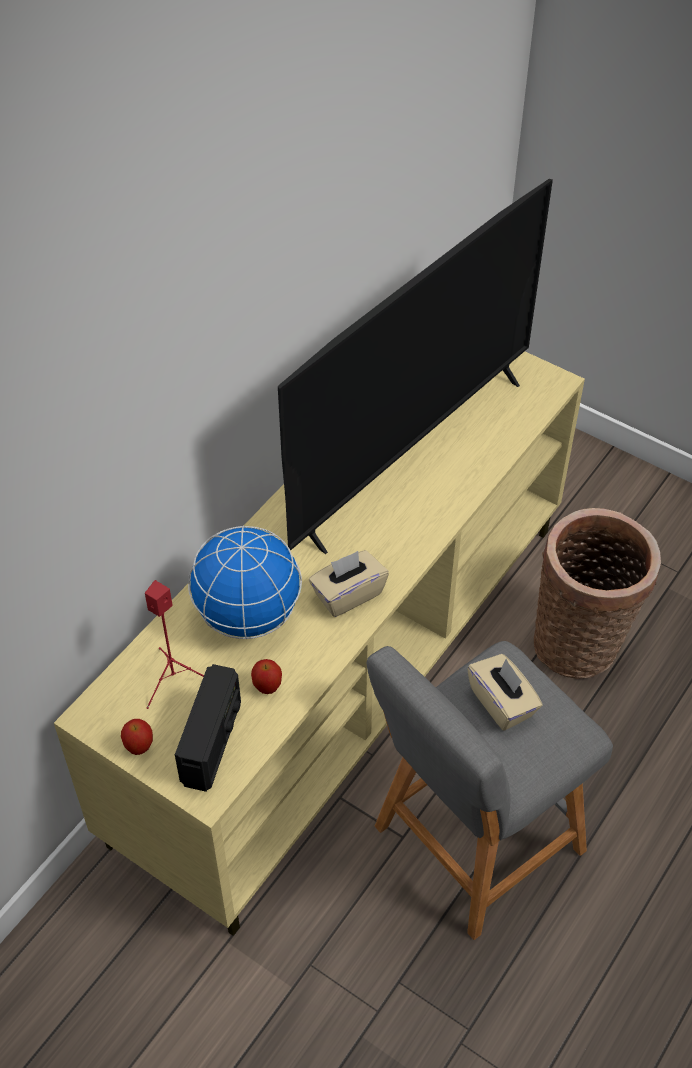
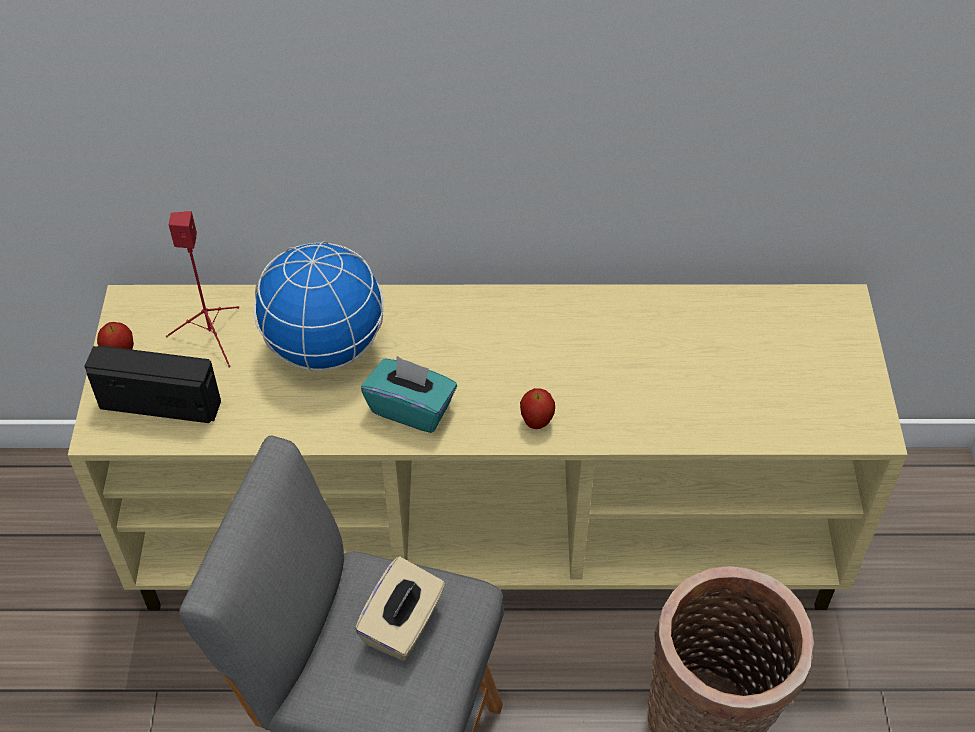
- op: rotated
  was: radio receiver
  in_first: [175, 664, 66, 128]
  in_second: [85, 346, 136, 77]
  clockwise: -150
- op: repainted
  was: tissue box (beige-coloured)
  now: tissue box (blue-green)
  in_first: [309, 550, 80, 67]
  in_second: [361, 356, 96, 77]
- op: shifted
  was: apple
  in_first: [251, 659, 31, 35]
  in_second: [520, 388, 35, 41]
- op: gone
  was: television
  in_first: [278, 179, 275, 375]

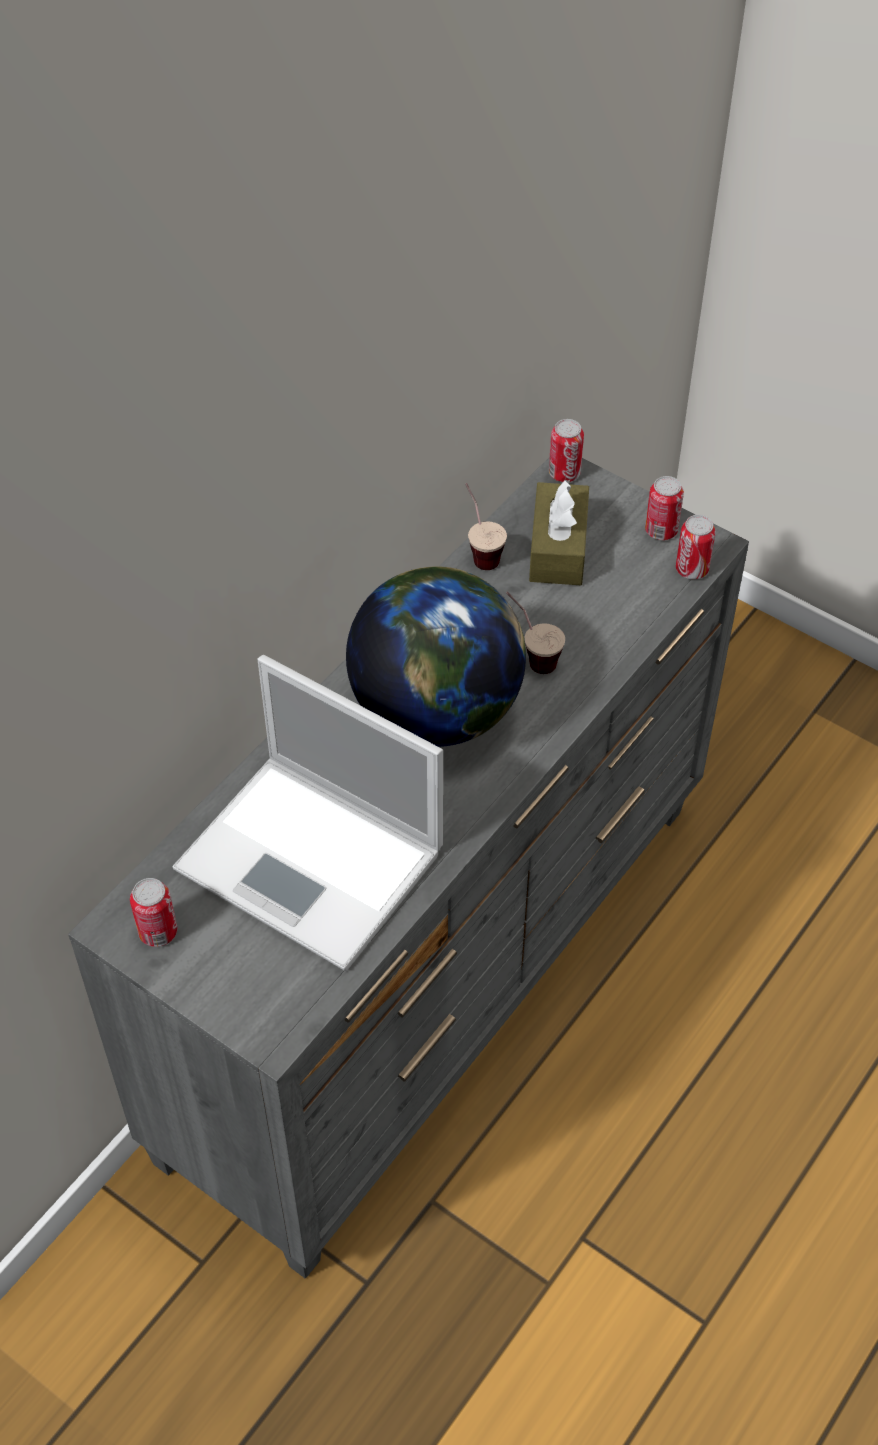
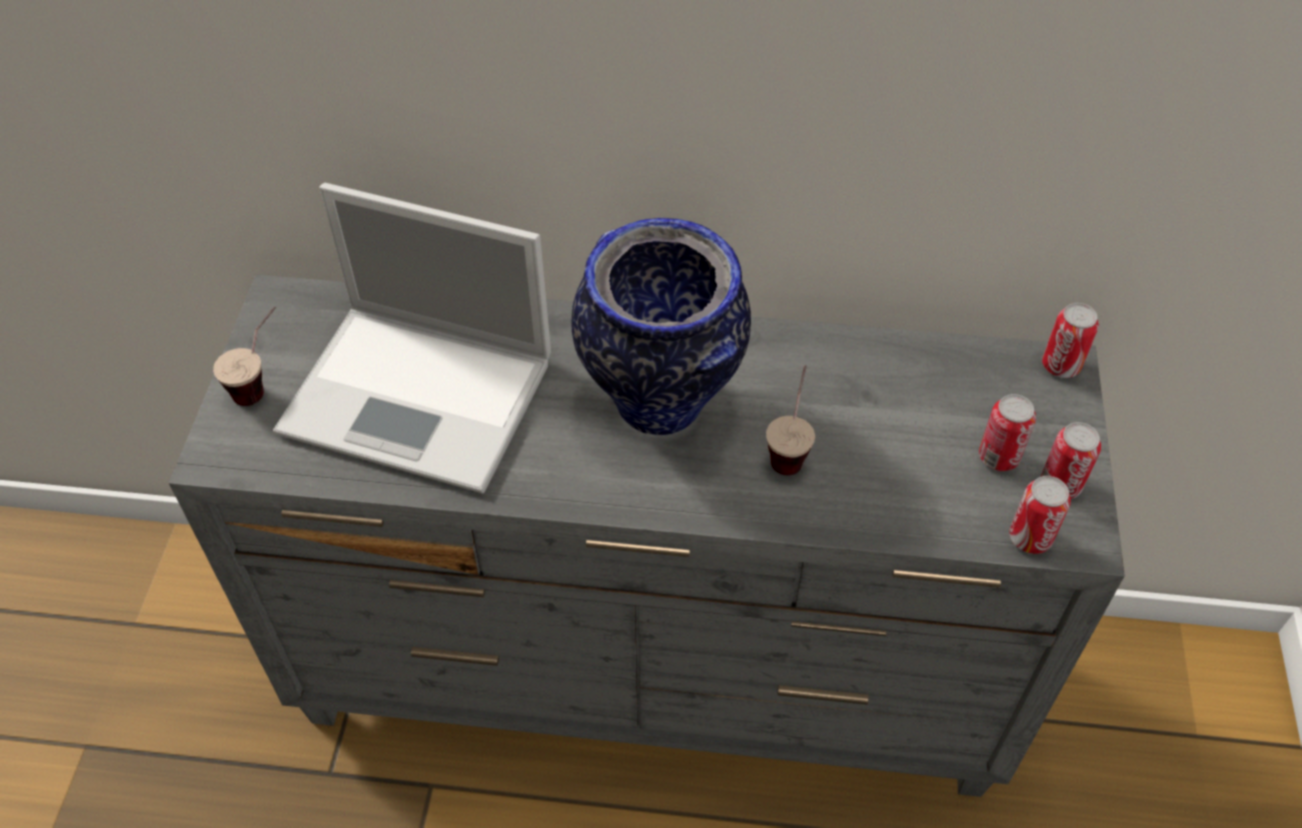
- op: shifted
  was: cup
  in_first: [465, 483, 42, 87]
  in_second: [213, 306, 63, 100]
- op: rotated
  was: laptop
  in_first: [172, 655, 271, 316]
  in_second: [273, 183, 278, 310]
  clockwise: -75
- op: swapped
  was: world globe
  now: decorative vase
  in_first: [346, 566, 180, 181]
  in_second: [571, 218, 180, 217]
- op: shifted
  was: can
  in_first: [130, 878, 47, 69]
  in_second: [979, 394, 57, 77]
- op: gone
  was: tissue box (brownish)
  in_first: [529, 480, 60, 105]

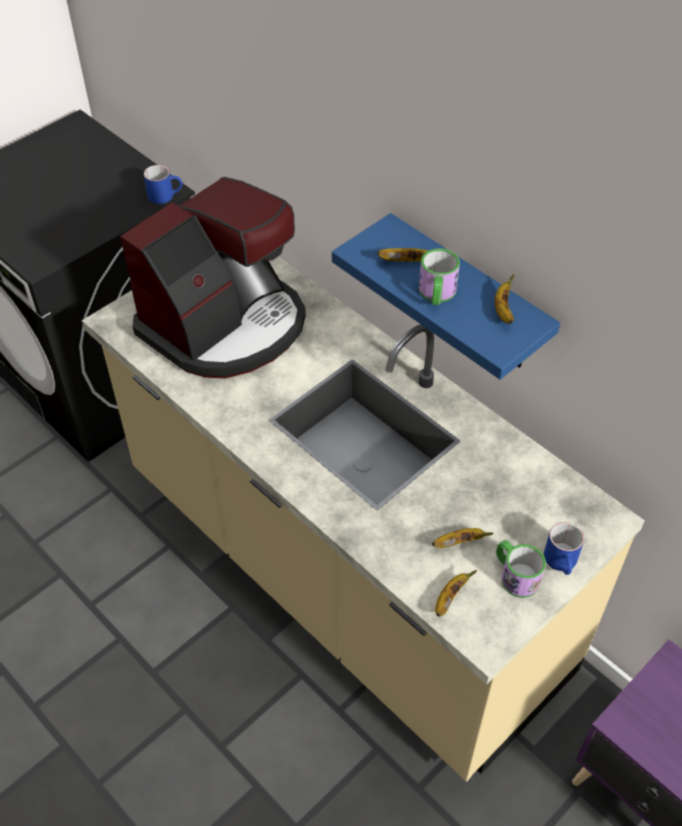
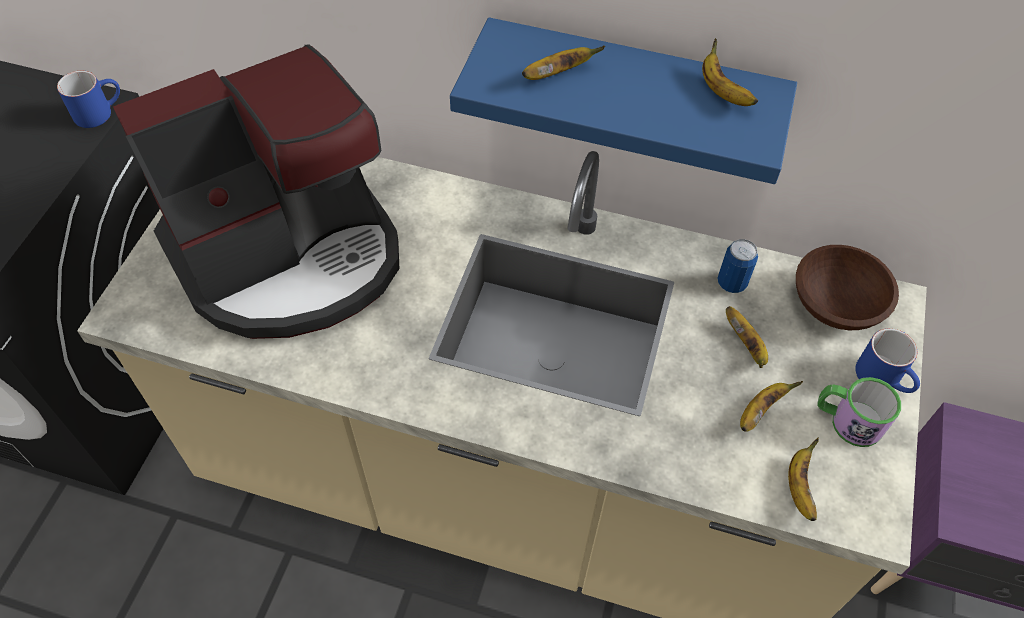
- op: rotated
  was: coffee machine
  in_first: [120, 177, 186, 201]
  in_second: [113, 44, 286, 295]
  clockwise: 45
- op: new
  now: can
  in_second: [717, 239, 41, 54]
- op: new
  now: whole banana
  in_second: [726, 306, 42, 62]
- op: new
  now: serving bowl (brownish)
  in_second: [796, 245, 103, 85]
- op: gone
  was: mug
  in_first: [419, 248, 41, 57]

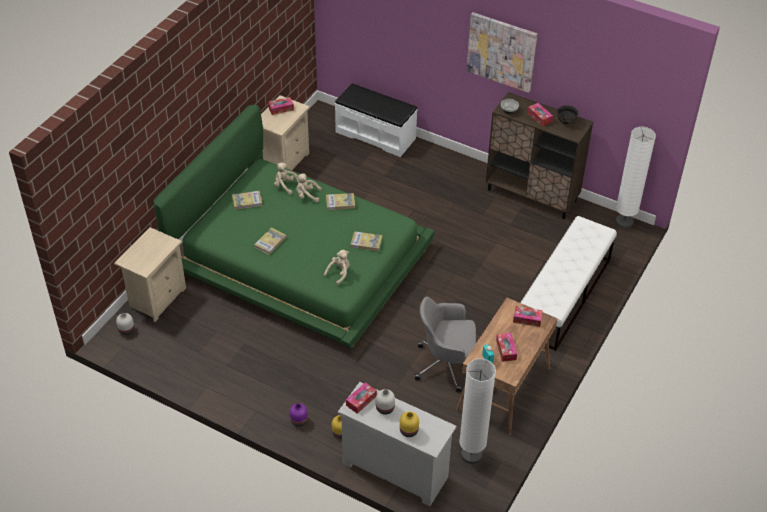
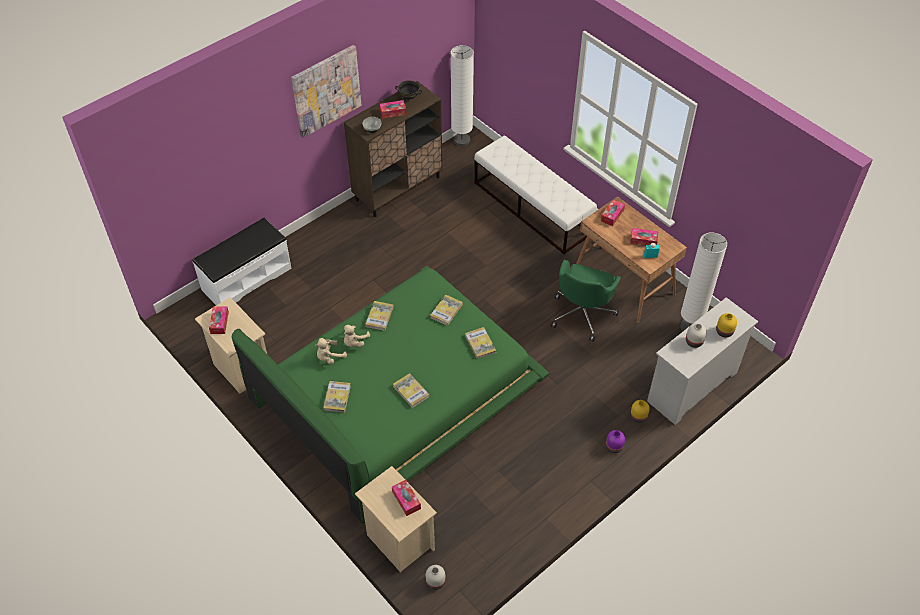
- op: shifted
  was: tissue box
  in_first: [346, 382, 31, 32]
  in_second: [392, 480, 29, 36]
- op: swapped
  was: cuddly toy (beige-coloured)
  now: bound book
  in_first: [324, 250, 26, 35]
  in_second: [465, 327, 31, 32]
- op: repainted
  was: computer chair (gray)
  now: computer chair (green)
  in_first: [415, 297, 61, 96]
  in_second: [551, 260, 70, 82]

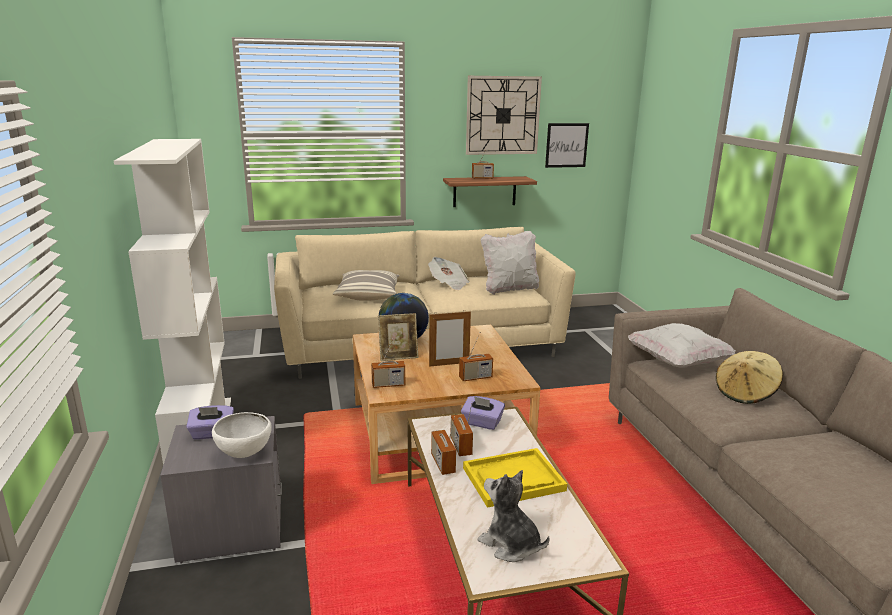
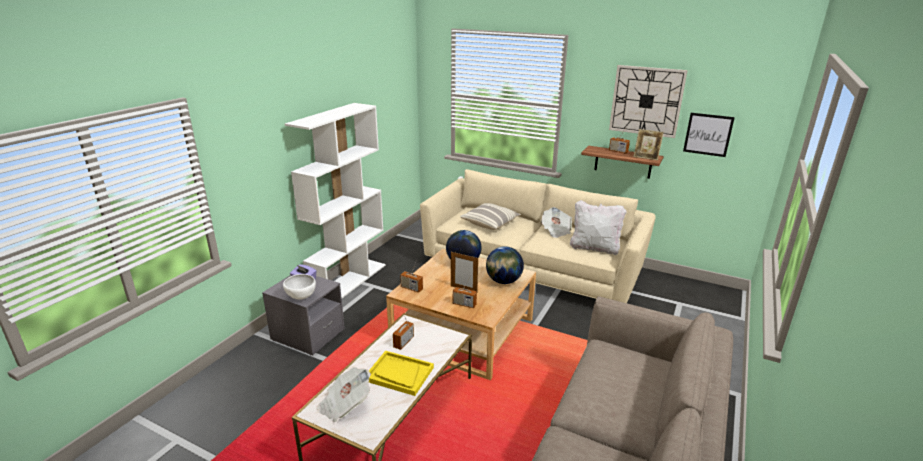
- op: swapped
  was: cuddly toy
  now: daily paper
  in_first: [478, 470, 72, 92]
  in_second: [317, 367, 54, 55]
- op: new
  now: world globe
  in_second: [486, 246, 38, 38]
- op: shifted
  was: picture frame
  in_first: [378, 313, 40, 48]
  in_second: [633, 129, 31, 31]
- op: gone
  was: radio receiver
  in_first: [431, 416, 25, 59]
- op: gone
  was: tissue box (purple)
  in_first: [461, 396, 44, 34]
- op: gone
  was: pillow (white)
  in_first: [628, 323, 107, 45]
- op: gone
  was: wearable hat (beige-coloured)
  in_first: [716, 351, 67, 53]

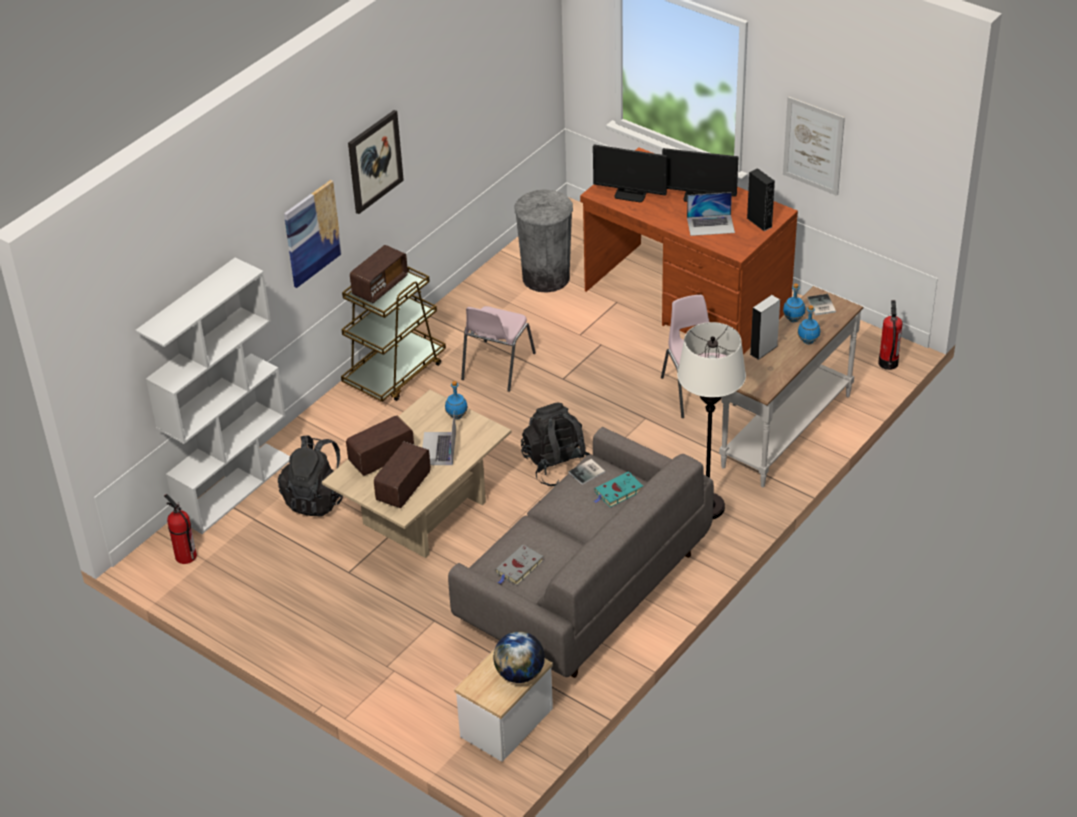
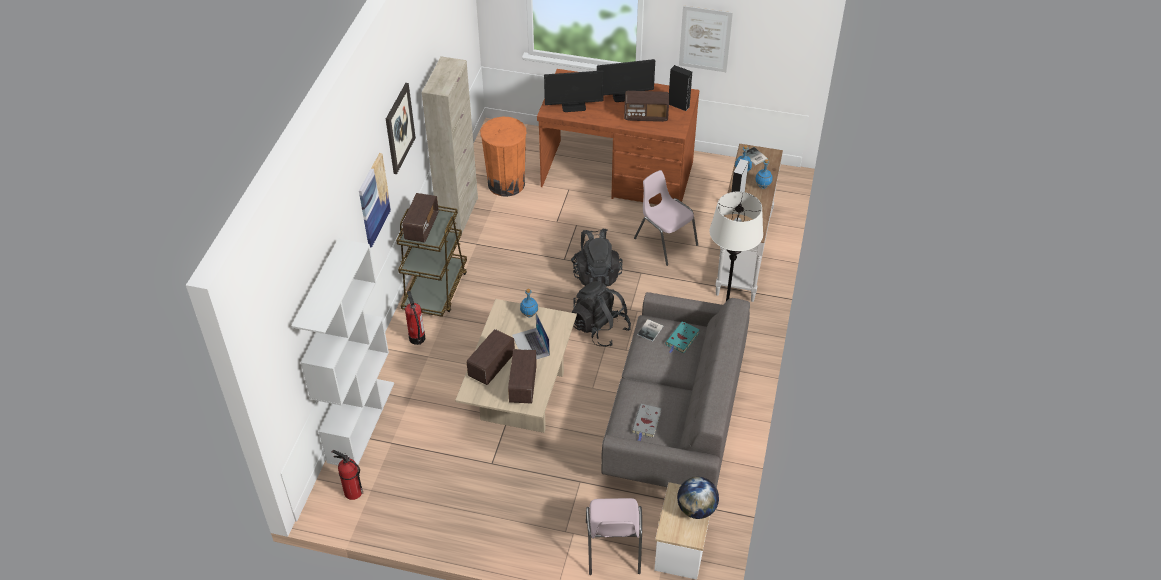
- op: shifted
  was: extinguisher
  in_first: [878, 300, 25, 70]
  in_second: [405, 291, 20, 54]
- op: new
  now: cabinet (beige-coloured)
  in_second: [422, 56, 56, 177]
- op: repainted
  was: trash can (gray)
  now: trash can (orange)
  in_first: [515, 189, 58, 104]
  in_second: [480, 117, 47, 80]
- op: shifted
  was: knapsack (black)
  in_first: [278, 435, 65, 82]
  in_second: [571, 229, 52, 58]
- op: shifted
  was: plain chair (pinkish)
  in_first: [461, 306, 75, 86]
  in_second: [586, 498, 56, 77]
- op: swapped
  was: laptop
  now: radio receiver
  in_first: [687, 192, 48, 44]
  in_second: [624, 91, 45, 31]

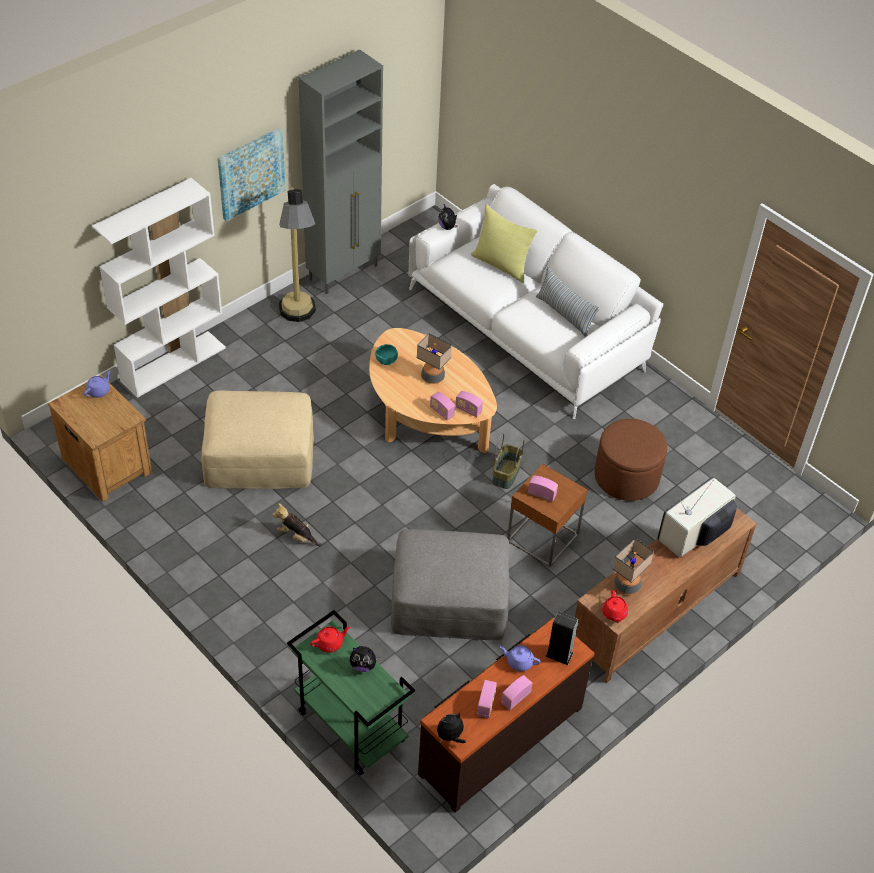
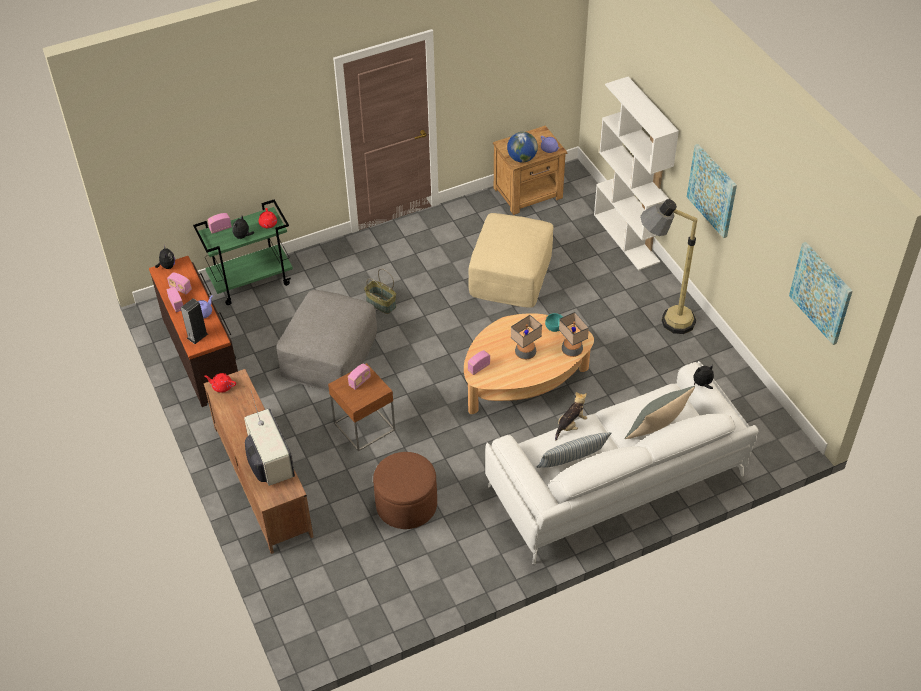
- op: shifted
  was: radio receiver
  in_first: [430, 392, 25, 28]
  in_second: [208, 213, 24, 21]
- op: shifted
  was: basket
  in_first: [492, 433, 32, 56]
  in_second: [364, 269, 32, 45]
- op: new
  now: world globe
  in_second: [507, 132, 31, 31]
- op: shifted
  was: cuddly toy
  in_first: [272, 503, 50, 44]
  in_second: [555, 392, 32, 48]
- op: shifted
  was: lamp for a table
  in_first: [613, 538, 41, 57]
  in_second: [559, 312, 30, 45]
- op: repainted
  was: pillow (yellowish)
  now: pillow (gray)
  in_first: [471, 204, 67, 79]
  in_second: [625, 386, 70, 53]
- op: new
  now: wall art
  in_second: [789, 242, 64, 103]
- op: gone
  was: cabinet (gray)
  in_first: [298, 49, 85, 245]

